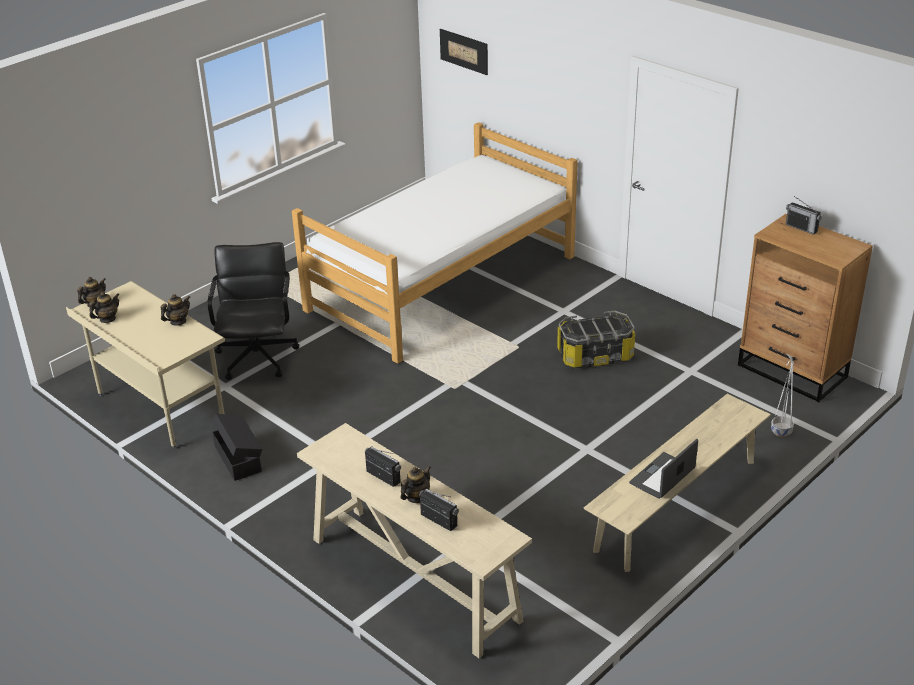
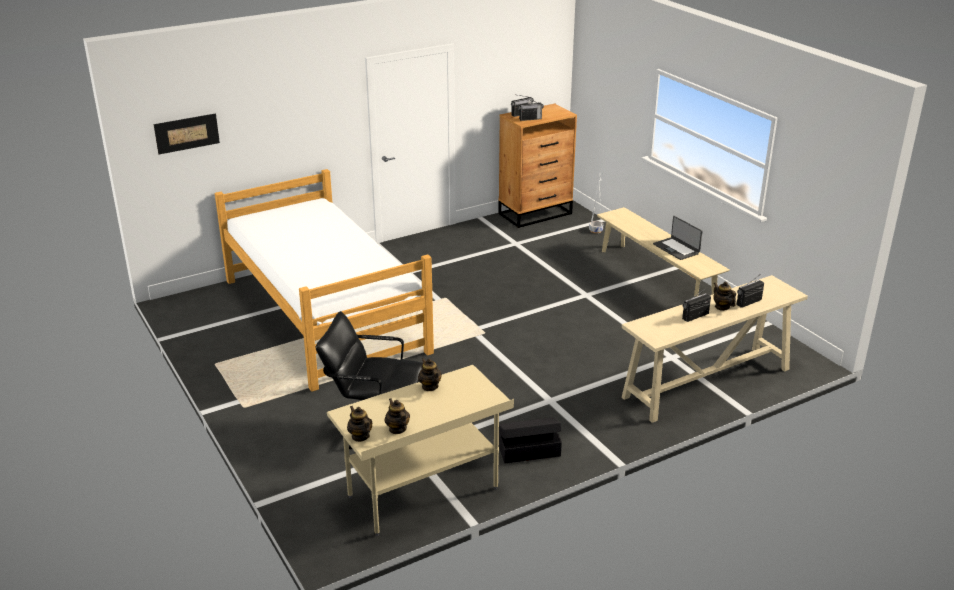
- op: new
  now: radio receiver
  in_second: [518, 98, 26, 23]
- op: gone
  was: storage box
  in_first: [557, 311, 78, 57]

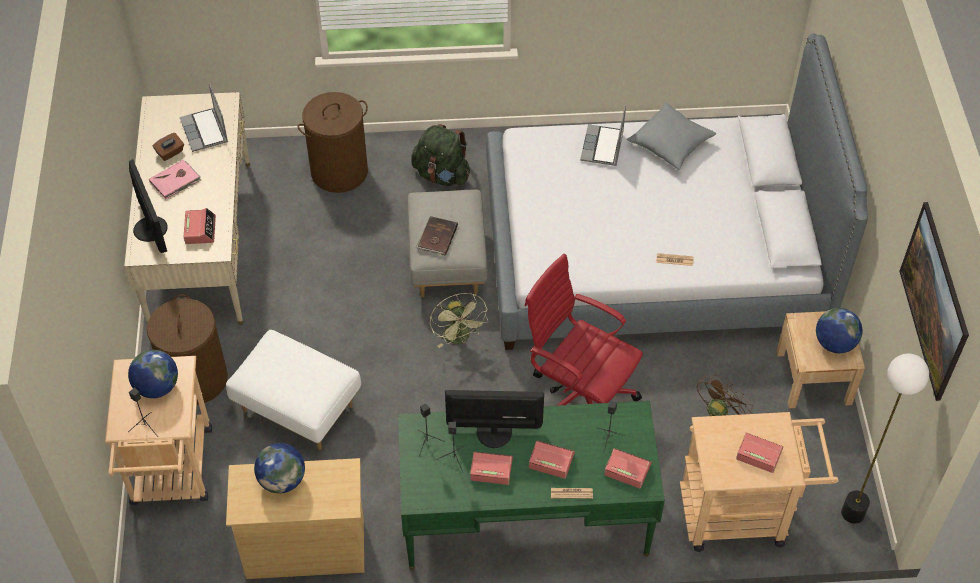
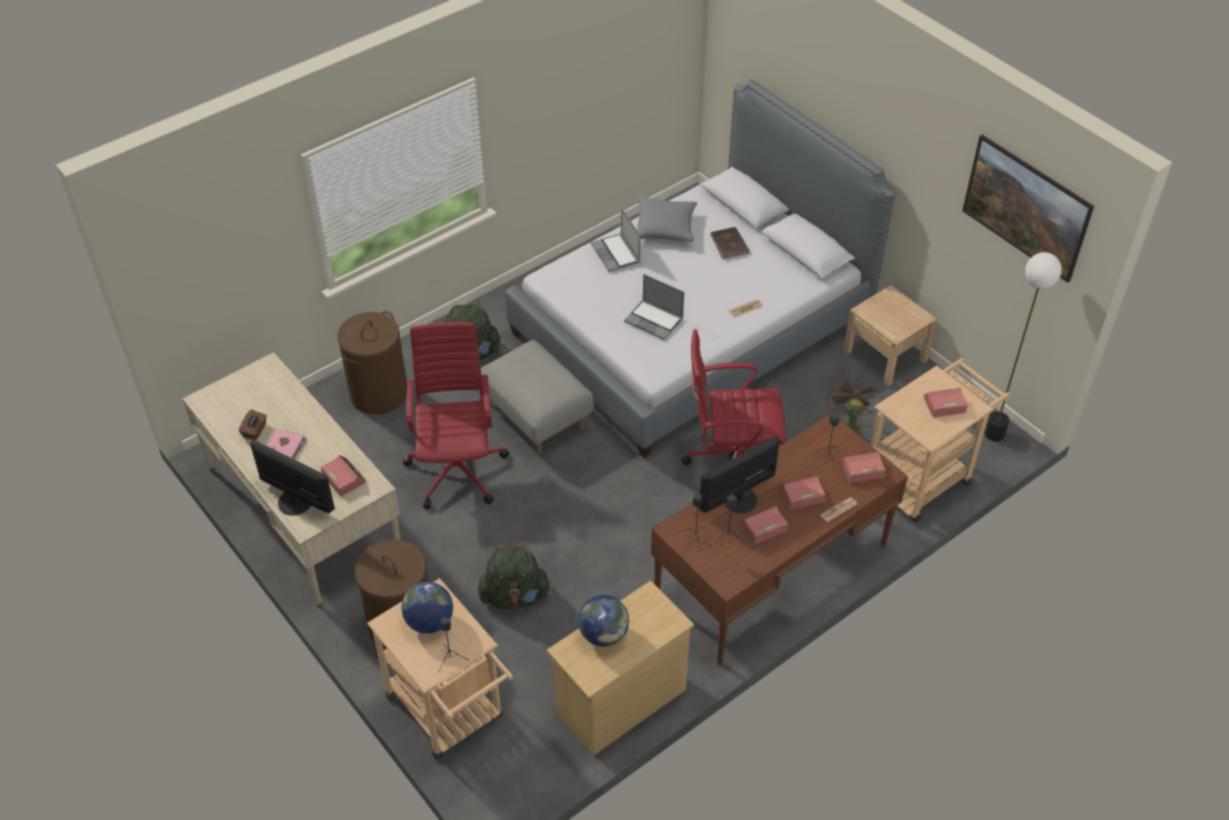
- op: new
  now: computer chair (reddish)
  in_second: [403, 322, 106, 187]
- op: swapped
  was: ottoman (white)
  now: knapsack (green)
  in_first: [226, 330, 135, 120]
  in_second: [478, 542, 73, 67]
- op: shifted
  was: laptop
  in_first: [180, 82, 48, 70]
  in_second: [624, 274, 60, 66]
- op: repainted
  was: desk table (green)
  now: desk table (brownish)
  in_first: [398, 401, 267, 169]
  in_second: [651, 413, 257, 252]
- op: shifted
  was: bound book (brownish)
  in_first: [416, 216, 42, 40]
  in_second: [710, 227, 39, 32]
- op: gone
  was: electric fan (green)
  in_first: [430, 293, 58, 55]
- op: gone
  was: world globe
  in_first: [816, 308, 46, 45]

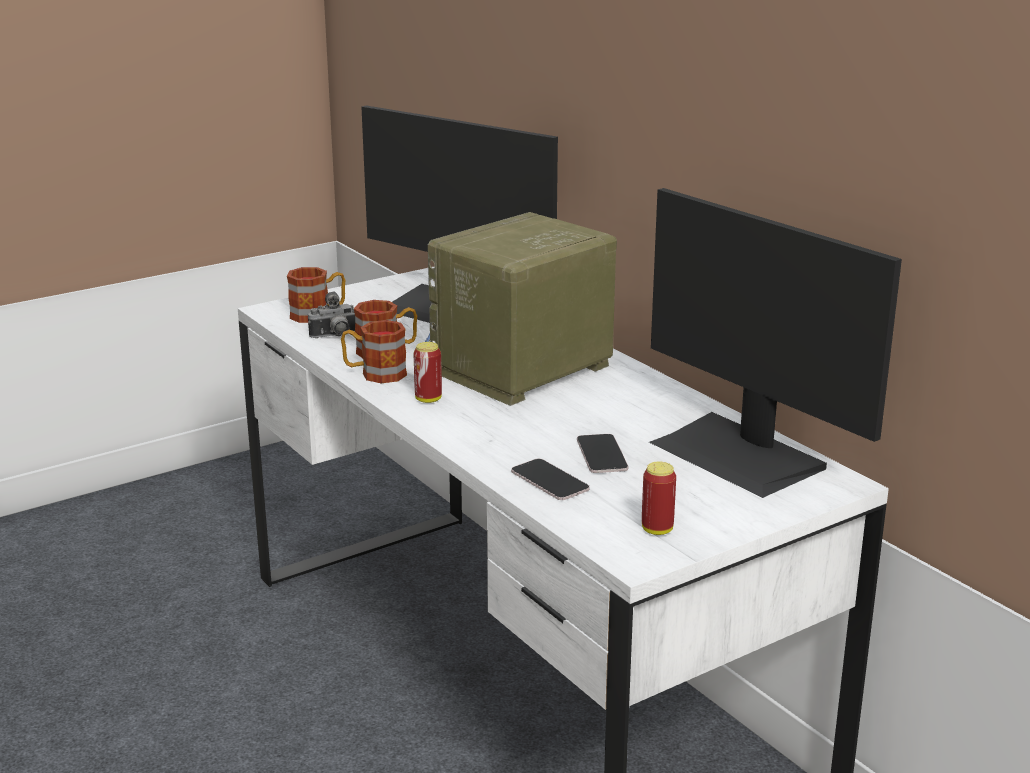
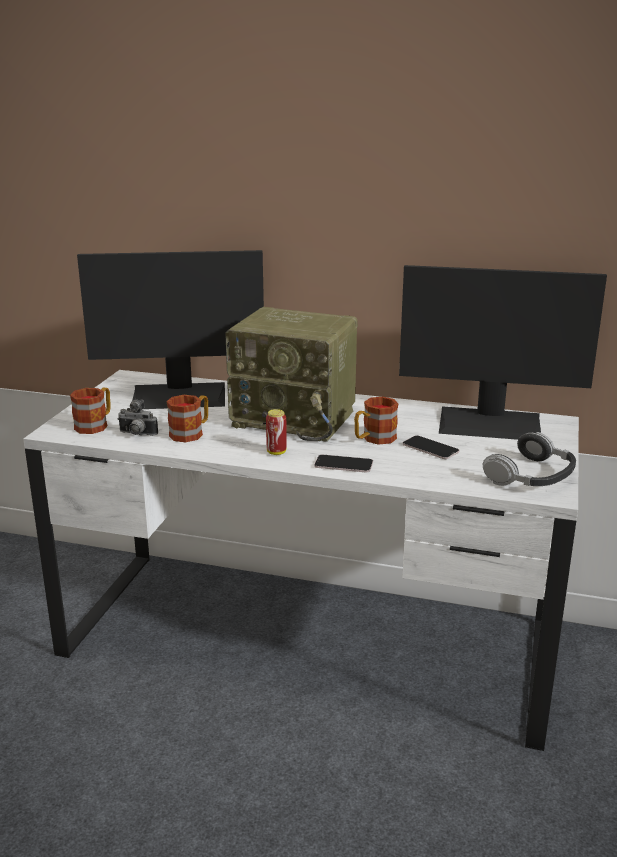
- op: rotated
  was: still camera
  in_first: [308, 291, 47, 47]
  in_second: [118, 399, 40, 37]
  clockwise: 75
- op: rotated
  was: radio receiver
  in_first: [425, 212, 192, 194]
  in_second: [225, 307, 133, 135]
  clockwise: -75
- op: shifted
  was: handset
  in_first: [511, 458, 79, 42]
  in_second: [314, 455, 59, 17]
- op: shifted
  was: mug
  in_first: [341, 320, 66, 63]
  in_second: [354, 397, 44, 48]
- op: swapped
  was: can
  now: headphones
  in_first: [642, 462, 34, 73]
  in_second: [483, 432, 93, 54]

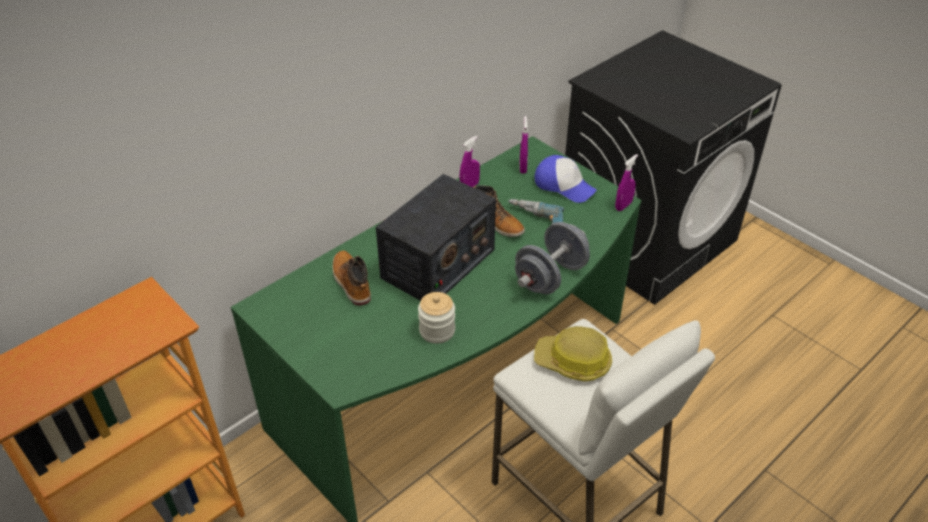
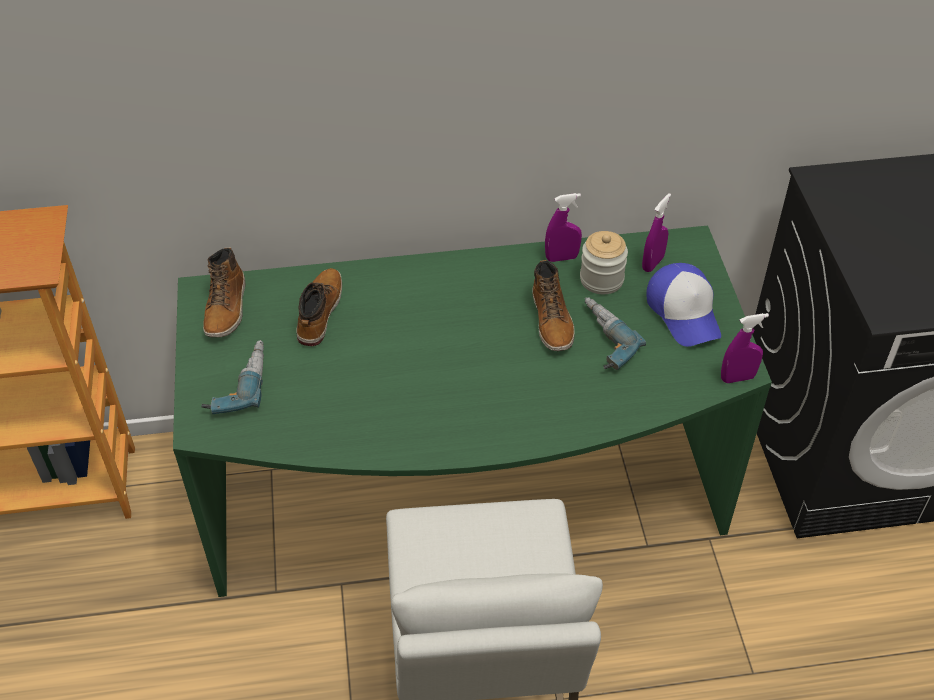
- op: new
  now: electric drill
  in_second: [201, 340, 63, 74]
- op: new
  now: boot
  in_second: [203, 248, 42, 89]
- op: shifted
  was: jar
  in_first: [418, 292, 37, 52]
  in_second: [580, 231, 48, 63]
- op: gone
  was: radio receiver
  in_first: [376, 174, 120, 127]
- op: gone
  was: hand weight (gray)
  in_first: [515, 222, 75, 72]
- op: gone
  was: work helmet
  in_first: [534, 326, 78, 56]

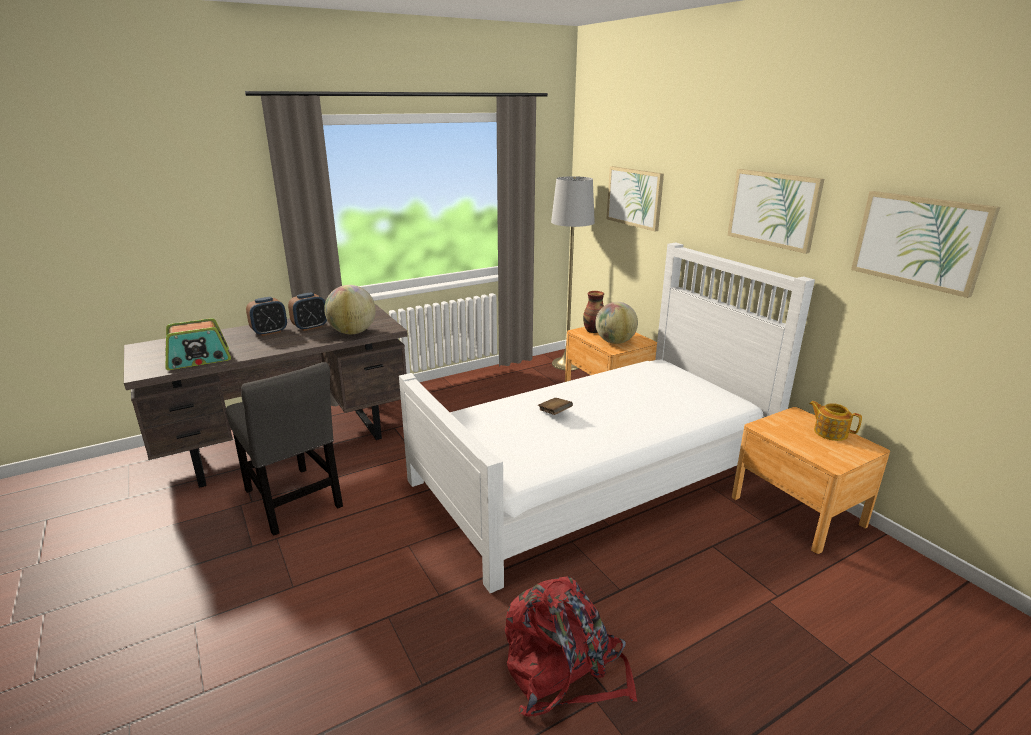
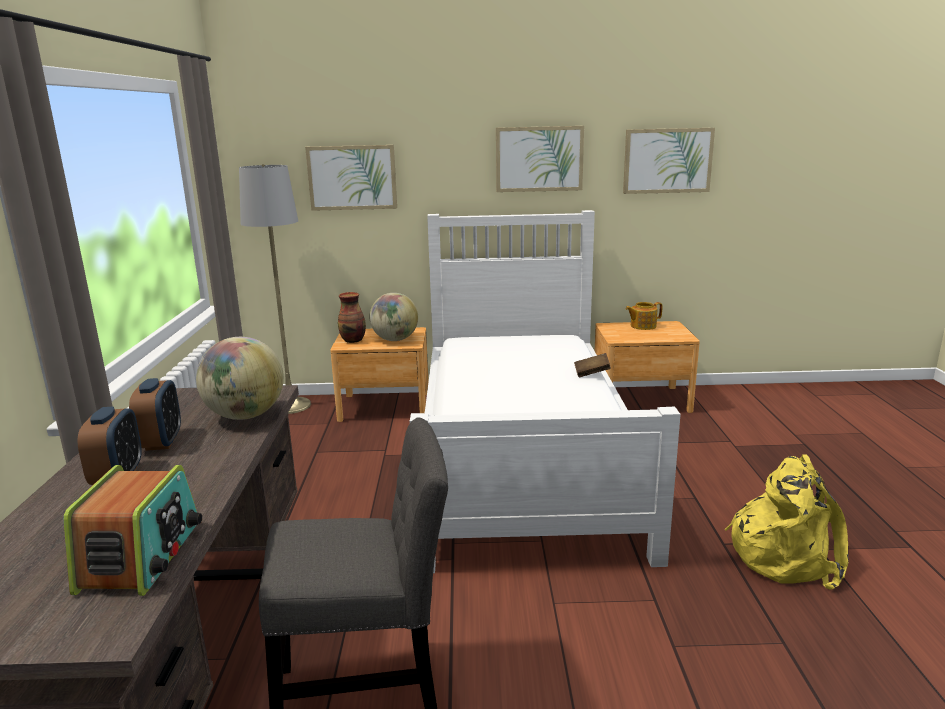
- op: shifted
  was: bound book (brownish)
  in_first: [538, 398, 35, 17]
  in_second: [574, 353, 37, 24]
- op: repainted
  was: knapsack (reddish)
  now: knapsack (yellowish)
  in_first: [505, 576, 132, 141]
  in_second: [724, 454, 124, 136]

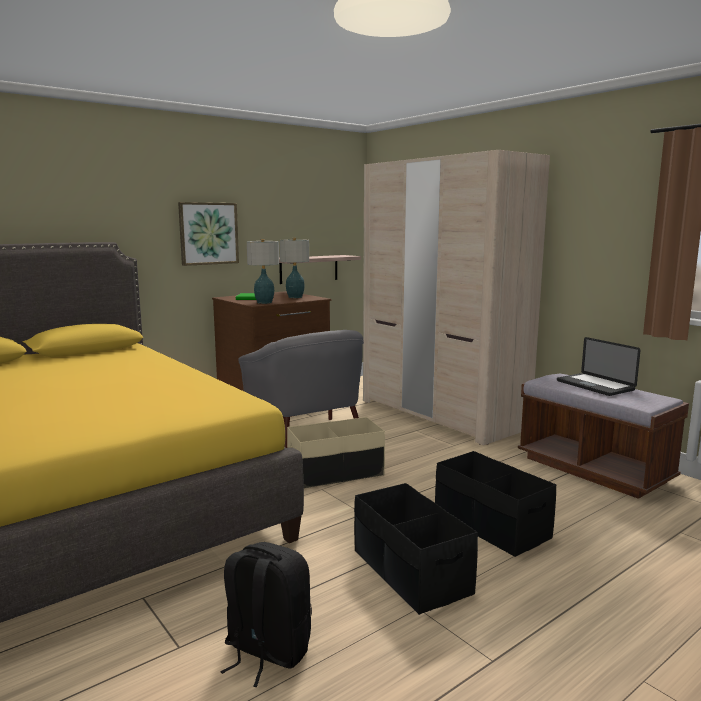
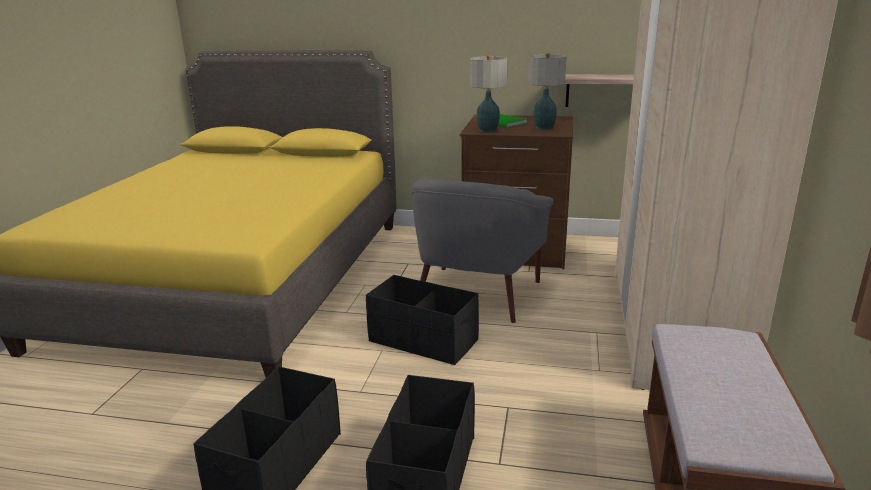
- op: repainted
  was: storage box (beige-coloured)
  now: storage box (black)
  in_first: [287, 417, 98, 71]
  in_second: [366, 275, 113, 90]
- op: gone
  was: wall art
  in_first: [178, 202, 61, 64]
- op: gone
  was: knapsack (black)
  in_first: [220, 542, 92, 145]
- op: gone
  was: laptop
  in_first: [557, 337, 84, 59]

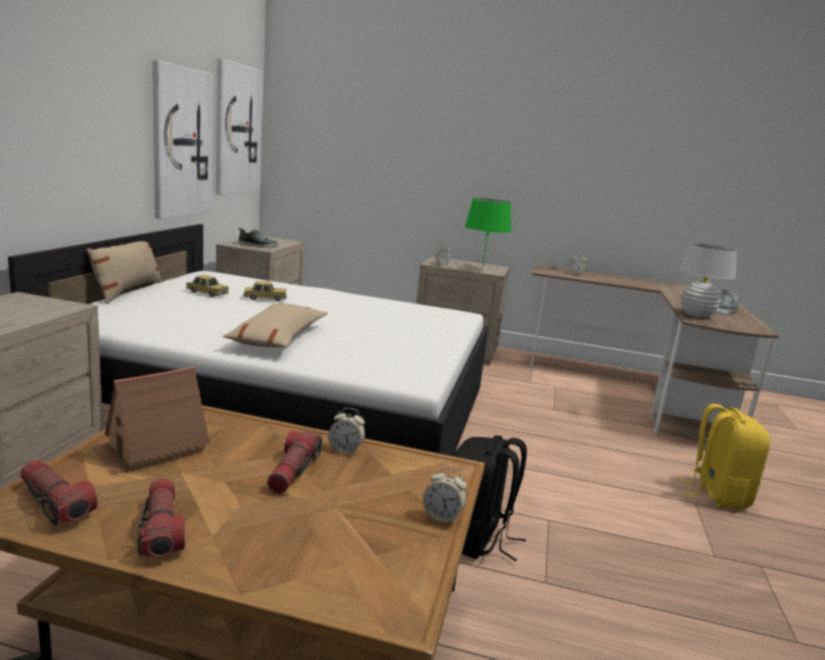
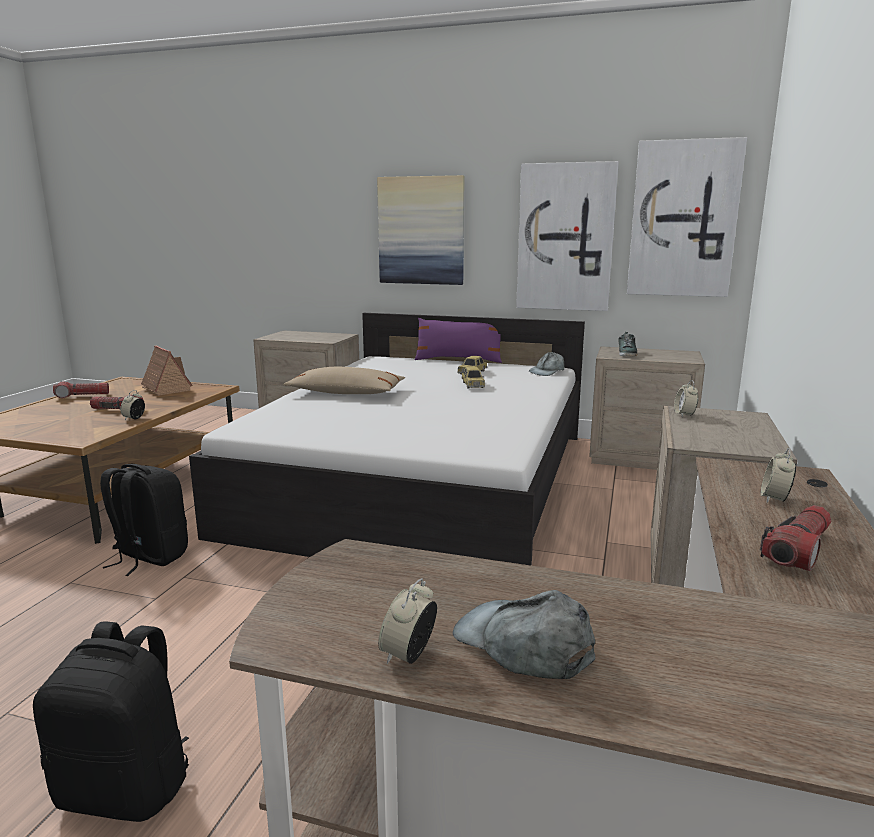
- op: repainted
  was: knapsack (yellowish)
  now: knapsack (black)
  in_first: [676, 404, 95, 106]
  in_second: [33, 621, 156, 201]
- op: new
  now: wall art
  in_second: [377, 175, 88, 110]
- op: shifted
  was: bedside clock
  in_first: [423, 467, 44, 58]
  in_second: [378, 578, 59, 86]
- op: repainted
  was: pillow (beige-coloured)
  now: pillow (purple)
  in_first: [87, 241, 76, 63]
  in_second: [415, 318, 87, 45]
- op: new
  now: cap (gray)
  in_second: [529, 352, 35, 24]
- op: shifted
  was: torch
  in_first: [20, 460, 78, 66]
  in_second: [760, 505, 71, 66]
- op: gone
  was: lamp for a table (green)
  in_first: [465, 198, 46, 72]
- op: gone
  was: lamp for a table (white)
  in_first: [679, 243, 58, 75]

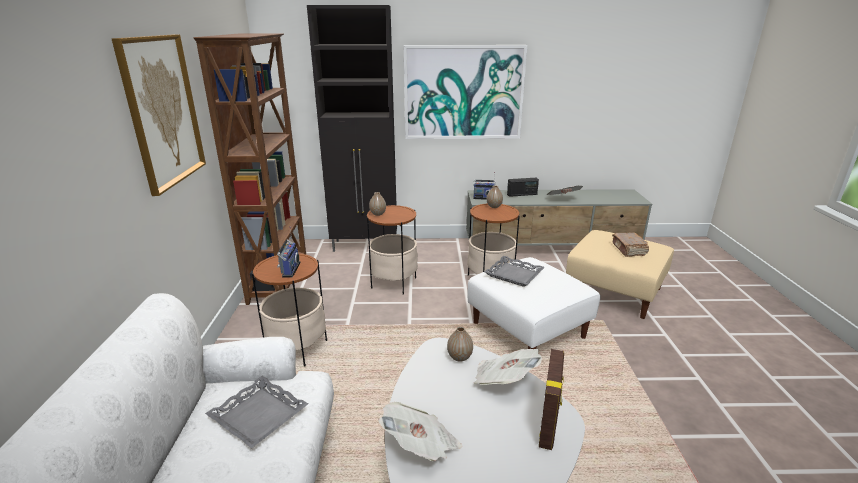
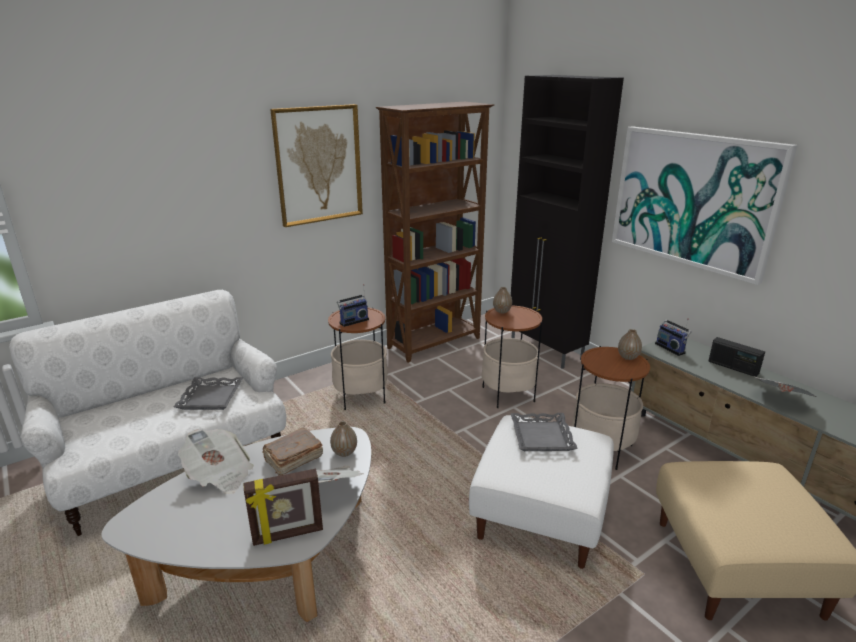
- op: shifted
  was: bound book (brownish)
  in_first: [612, 232, 37, 25]
  in_second: [262, 428, 61, 48]

